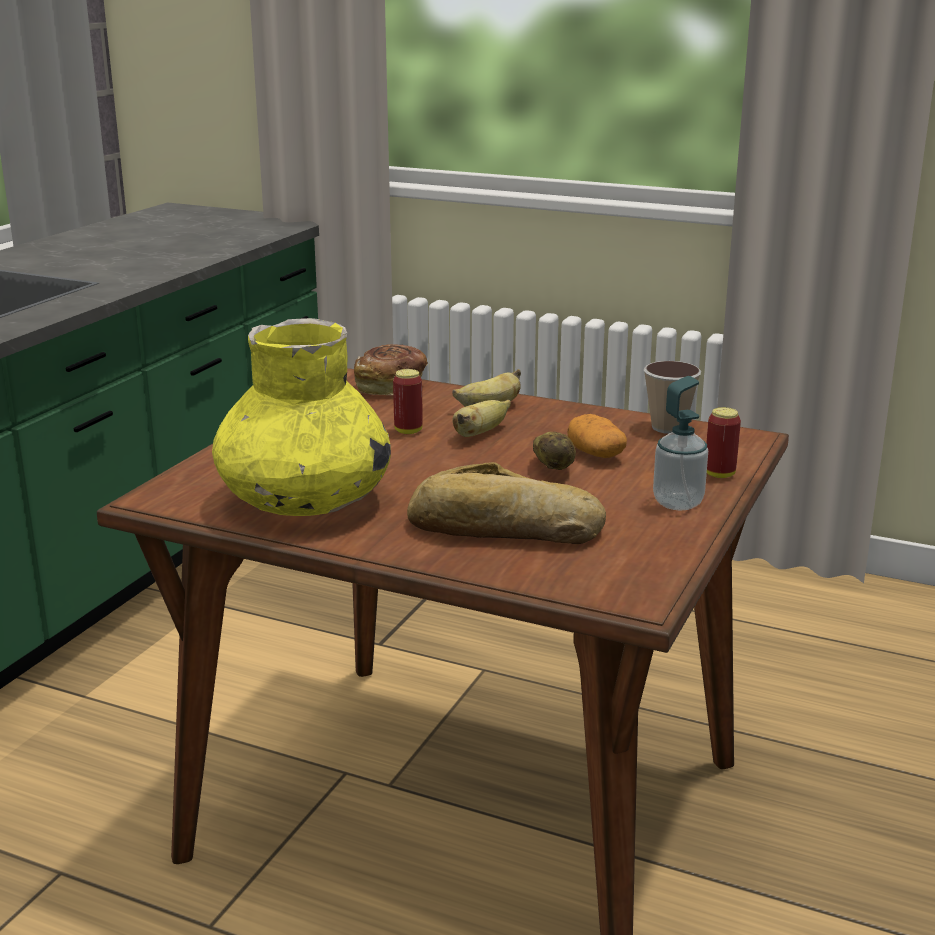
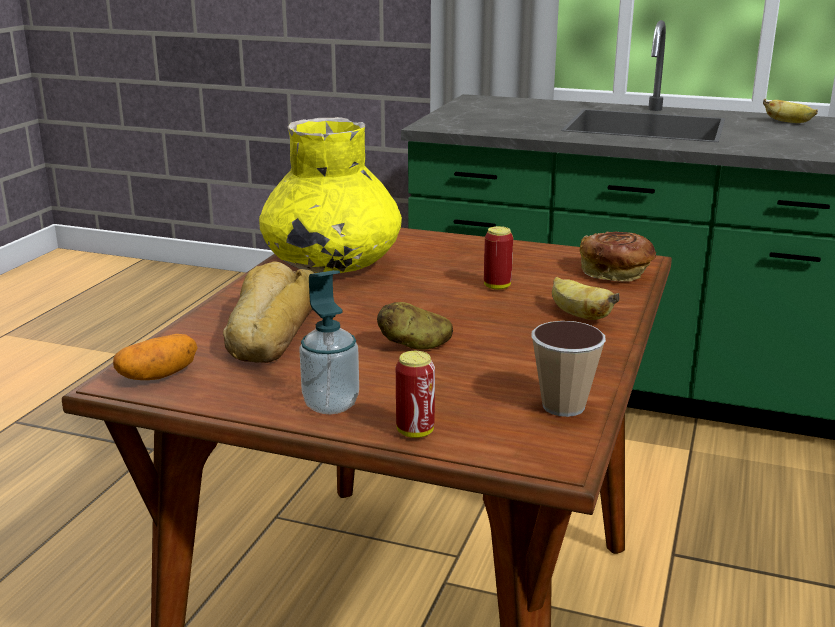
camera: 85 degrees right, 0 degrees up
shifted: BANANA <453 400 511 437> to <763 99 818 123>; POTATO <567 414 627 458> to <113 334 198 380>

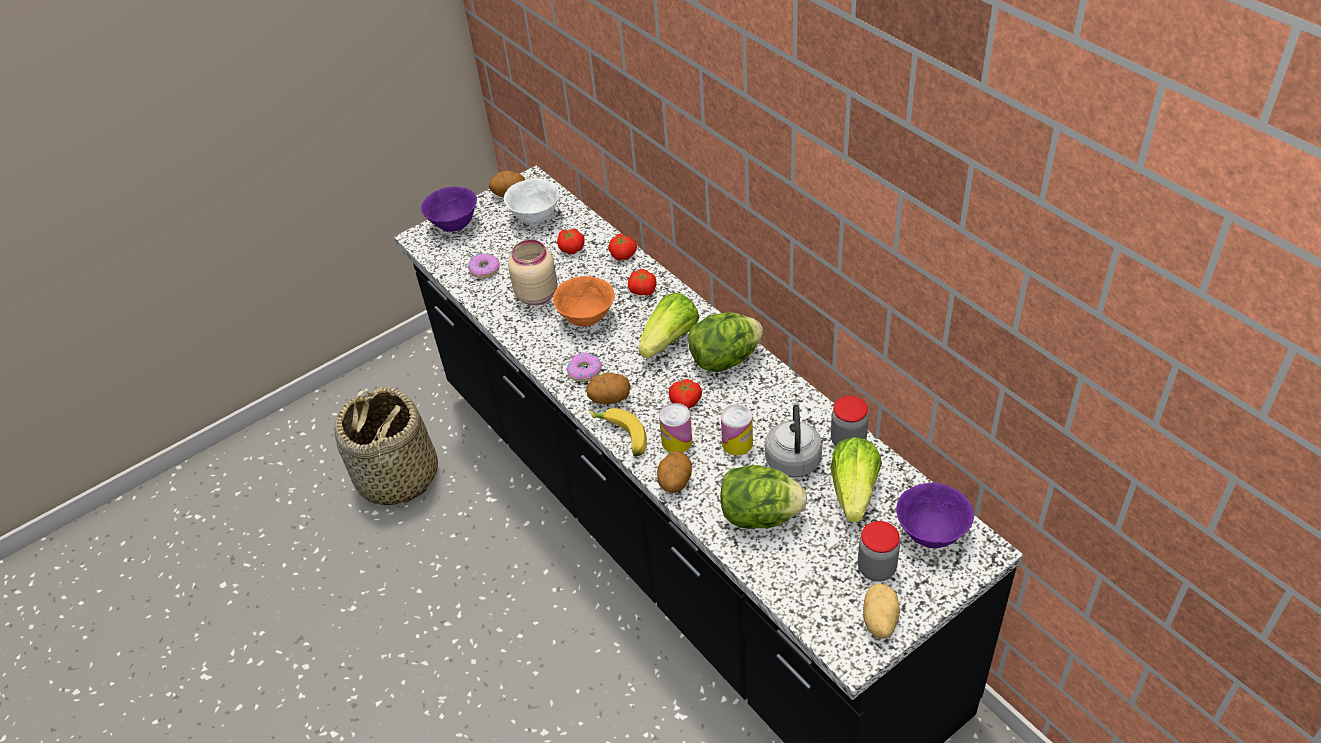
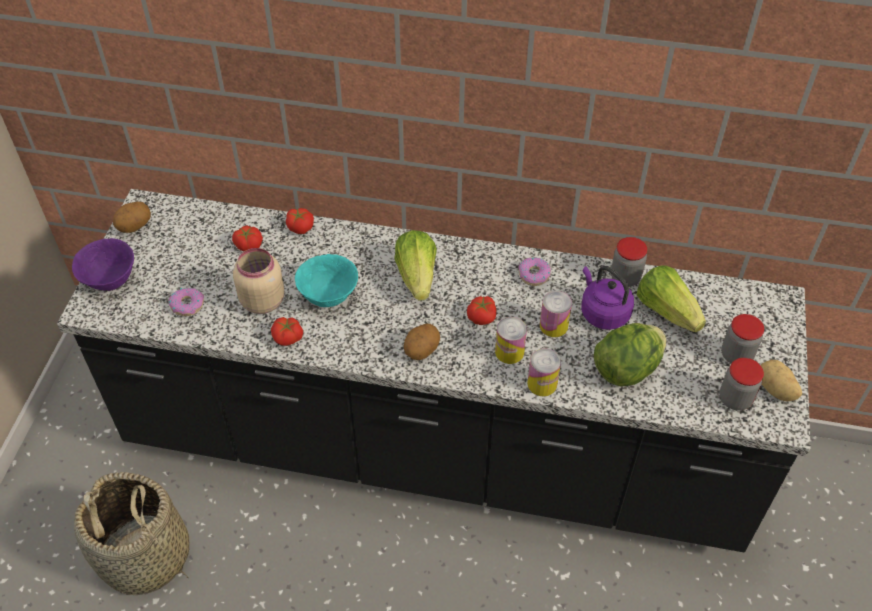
camera: 45 degrees left, 5 degrees up
gone: WHITE BOWL <504 179 559 224>; BANANA <589 408 647 457>; LETTUCE <688 312 763 372>; PURPLE BOWL <896 482 974 548>
new: JAR <720 358 764 411>
shifted: DONUT <567 353 602 382> to <518 257 551 286>; TOMATO <628 269 657 296> to <271 317 303 346>
swapped: POTATO <657 451 692 493> to CAN <527 348 561 396>
repainted: ORANGE BOWL <553 276 615 327> to TURQUOISE BOWL <295 254 358 307>; GREY KETTLE <765 402 822 478> to PURPLE KETTLE <581 266 634 330>

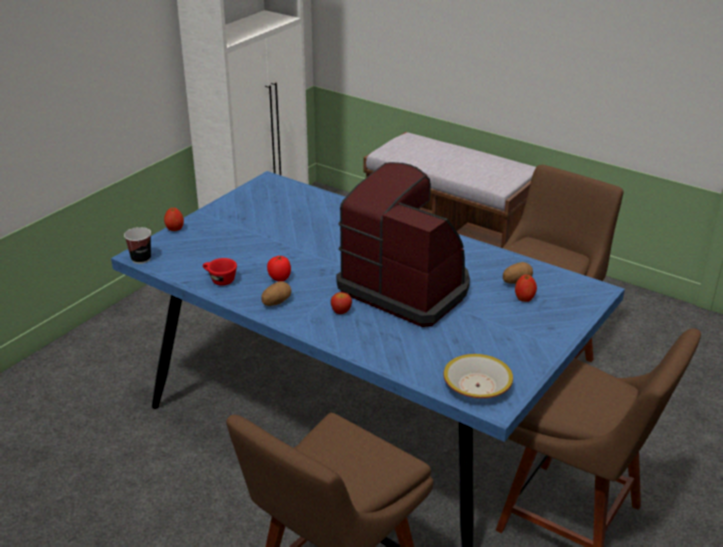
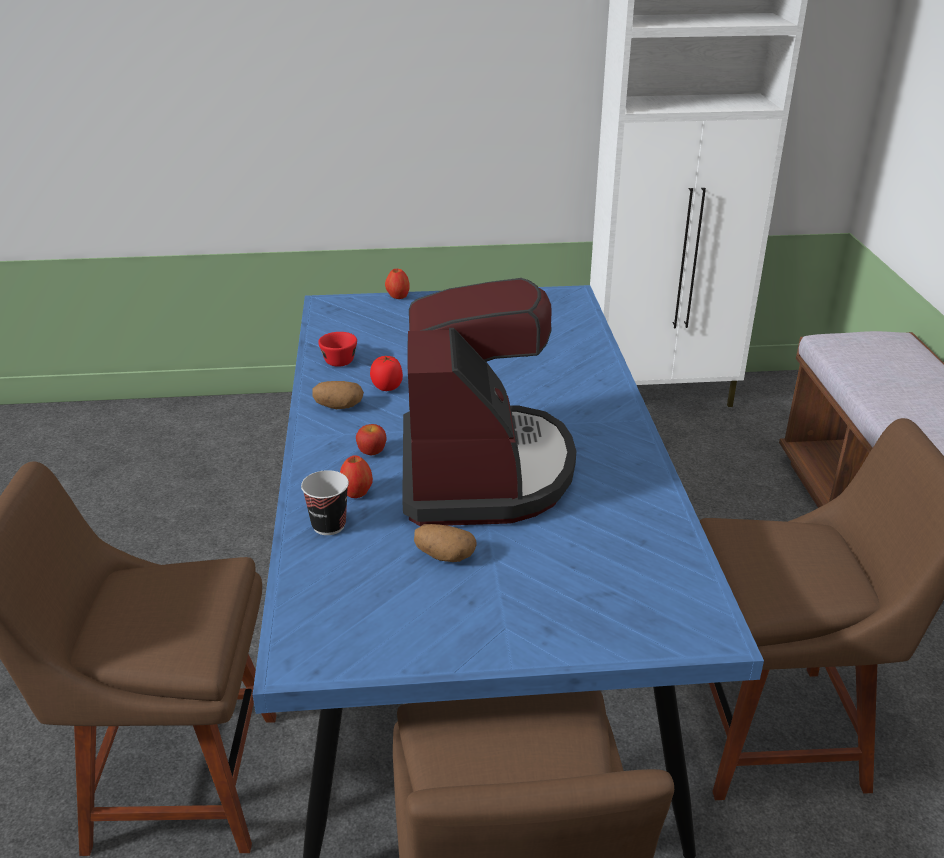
camera: 50 degrees right, 0 degrees up
gone: BOWL <443 354 513 398>
shifted: CUP <124 227 151 264> to <301 470 349 535>; POTATO <503 262 533 284> to <414 524 477 562>; APPLE <515 275 537 302> to <340 455 373 498>

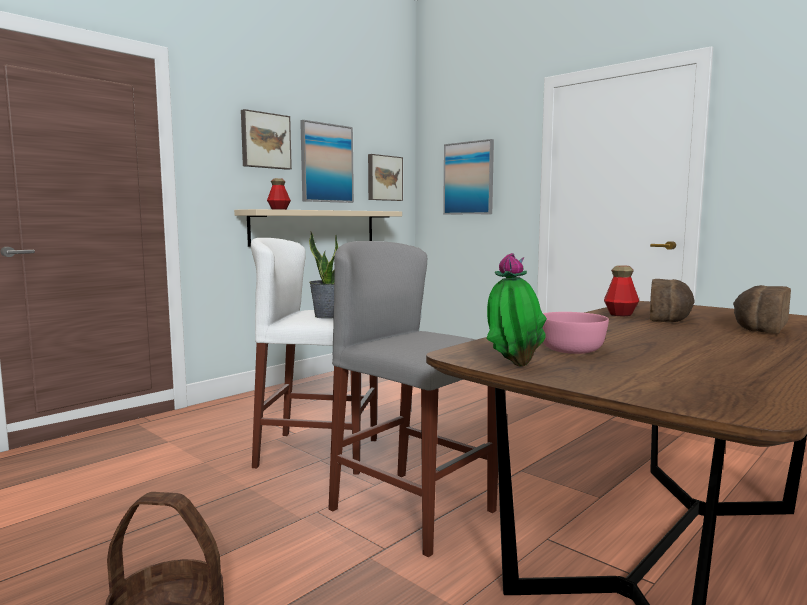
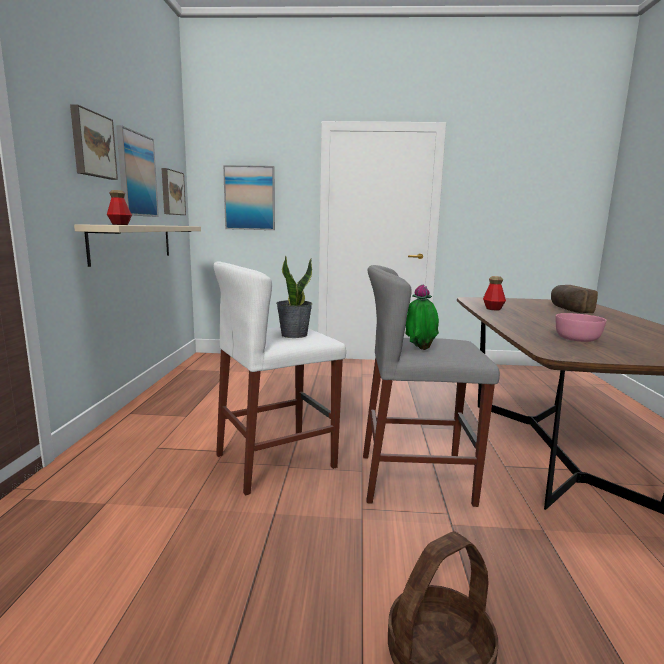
camera: 40 degrees left, 5 degrees up
gone: BREAD <650 279 695 322>
shifted: POTTED PLANT <487 253 547 367> to <406 284 439 350>

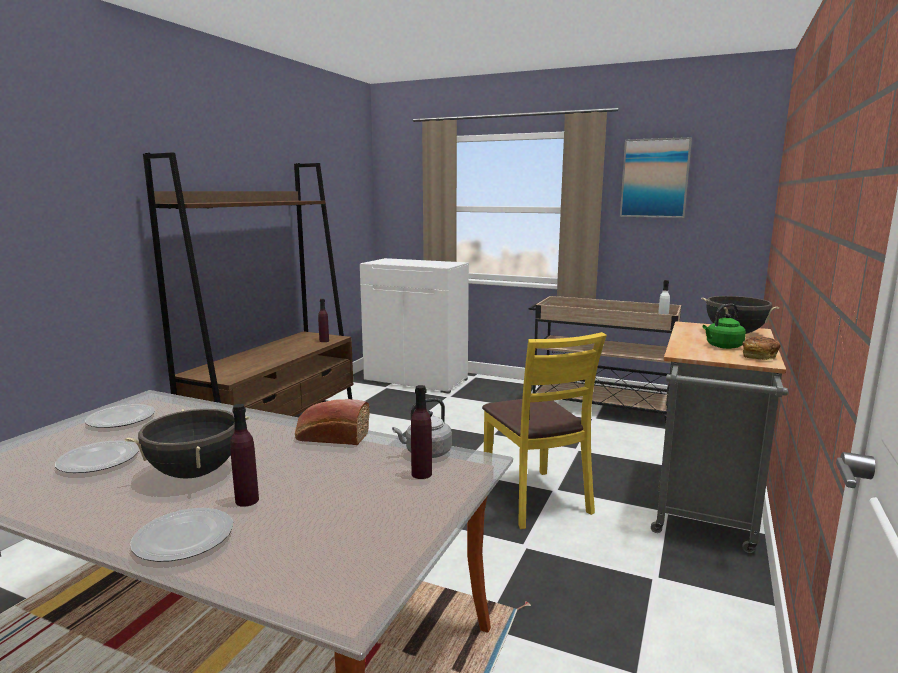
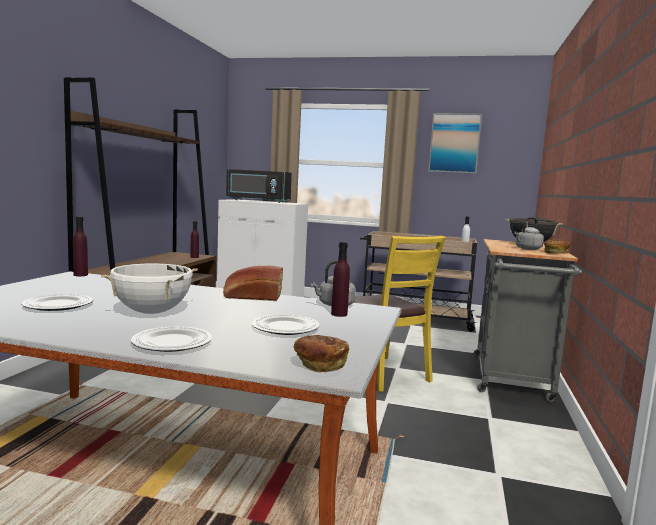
camera: 10 degrees left, 5 degrees down
new: BLACK MICROWAVE <226 169 292 203>; BREAD <293 335 349 372>
shifted: PLATE <85 404 155 428> to <252 314 320 335>; PURPLE BOTTLE <230 404 259 507> to <73 217 88 276>
repainted: BLACK COOKING POT <124 409 250 479> to WHITE COOKING POT <101 264 198 314>; GREEN KETTLE <703 304 746 349> to GREY KETTLE <514 217 544 250>

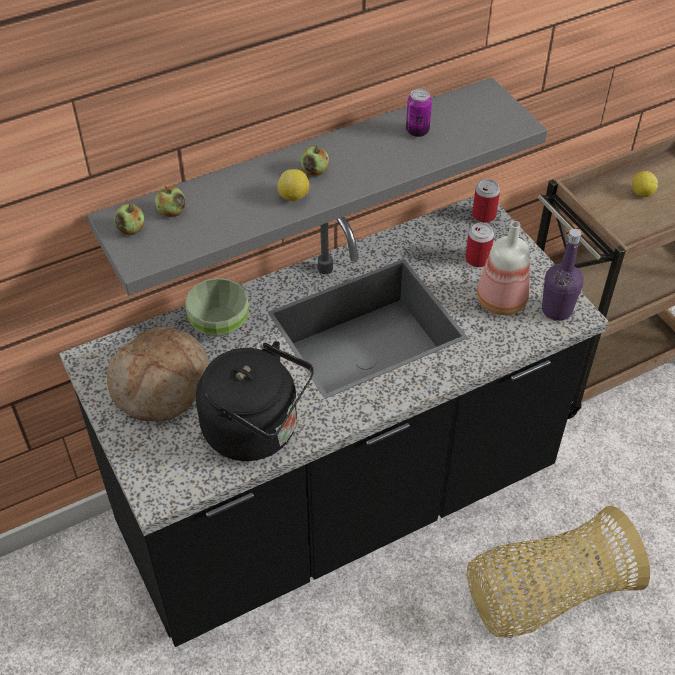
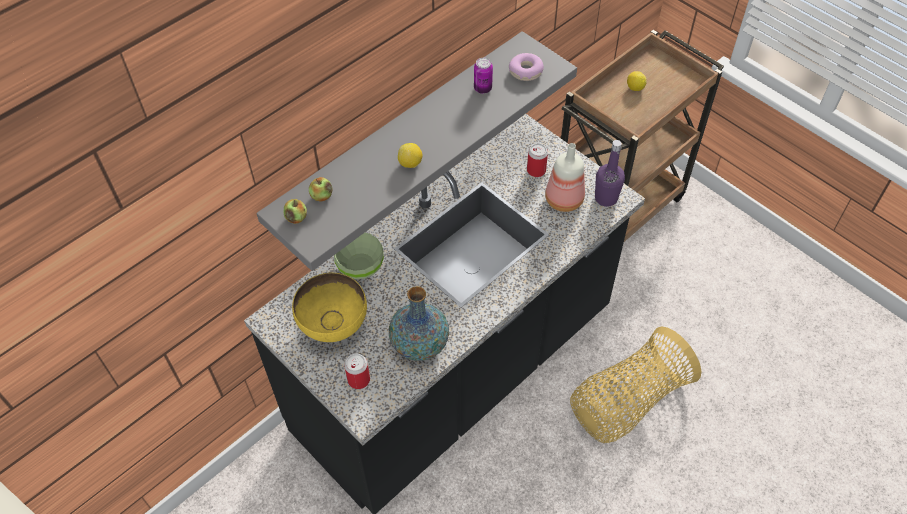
camera: 15 degrees left, 5 degrees up
gone: APPLE <301 145 329 176>
new: DONUT <509 53 544 81>
shifted: CAN <472 179 500 223> to <344 354 370 389>
swapped: BREAD <107 326 209 422> to YELLOW BOWL <292 272 367 342>; BLACK KETTLE <196 341 314 461> to VASE <389 286 449 361>

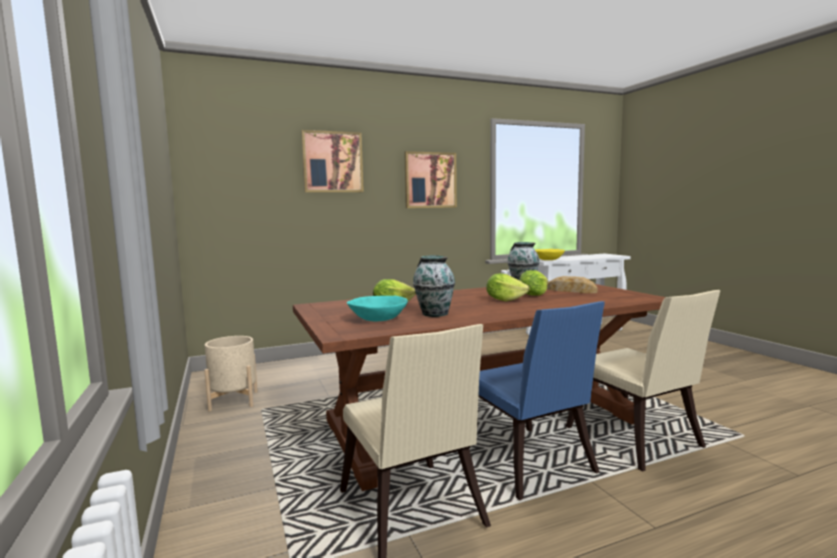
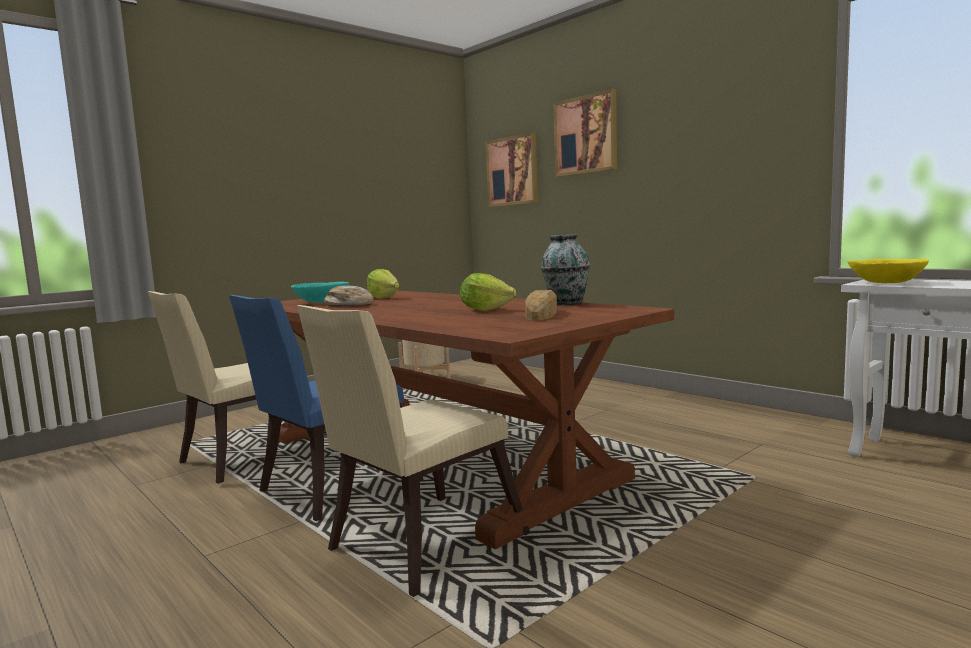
camera: 70 degrees right, 0 degrees up
gone: LETTUCE <486 273 530 301>
shifted: PICTURE <404 151 457 208> to <486 132 538 207>
swapped: VASE <413 255 455 317> to BREAD <324 286 374 307>

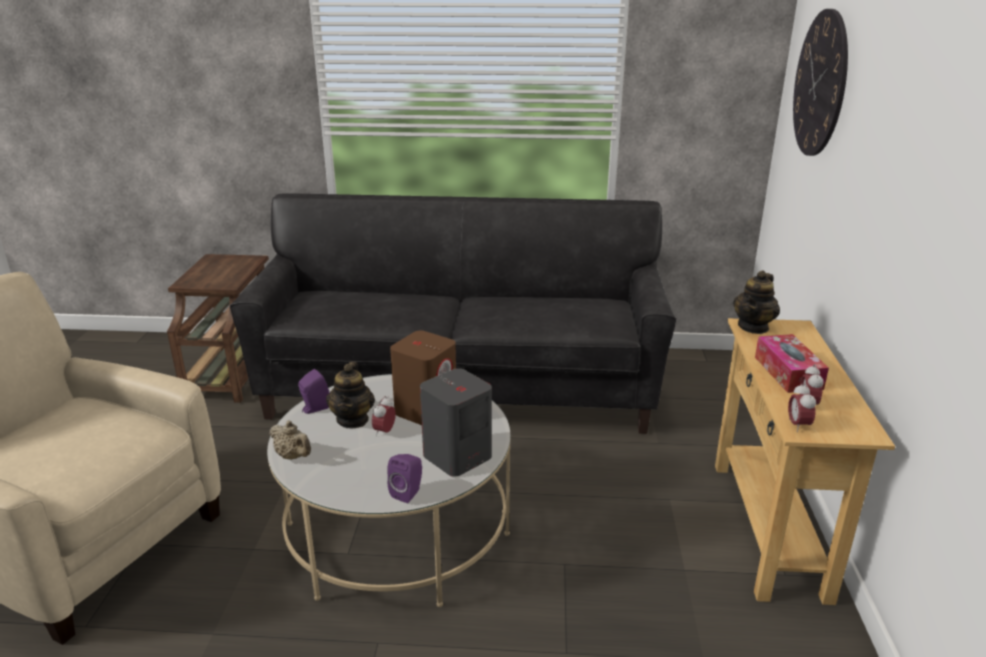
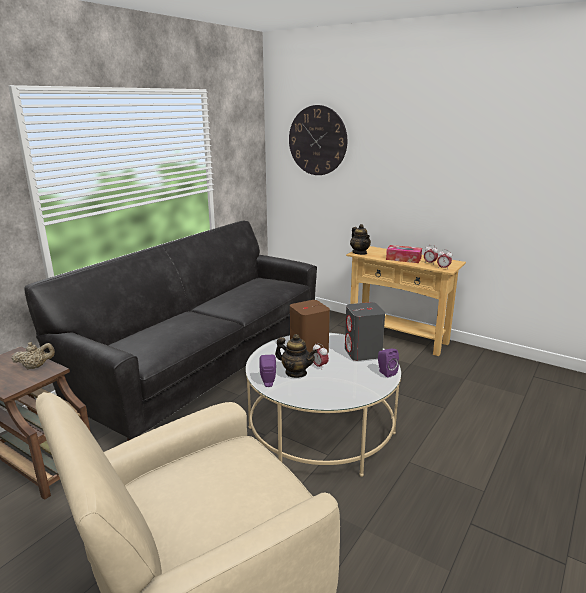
camera: 60 degrees left, 5 degrees down
shifted: BEIGE TEAPOT <269 420 311 460> to <11 342 55 369>

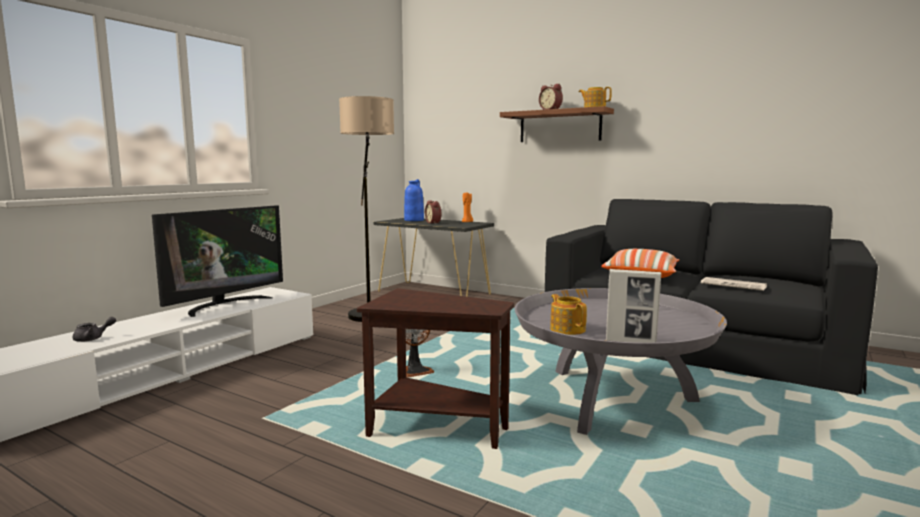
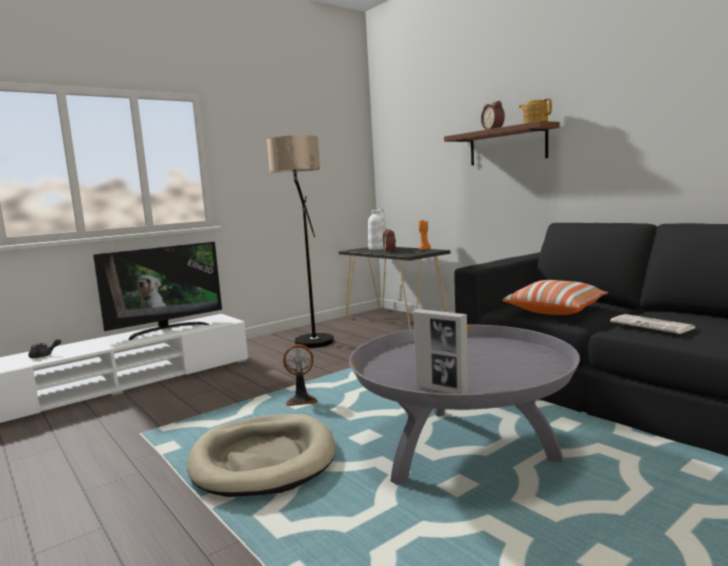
camera: 20 degrees right, 0 degrees up
gone: TEAPOT <550 294 587 335>
swapped: BROWN SIDE TABLE <357 288 514 449> to BEIGE DOG BED <187 414 335 497>
repainted: BLUE VASE <404 179 424 221> to WHITE VASE <368 208 386 250>

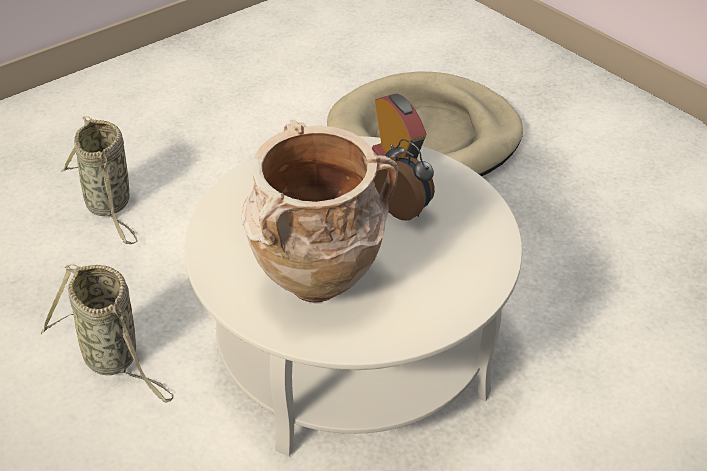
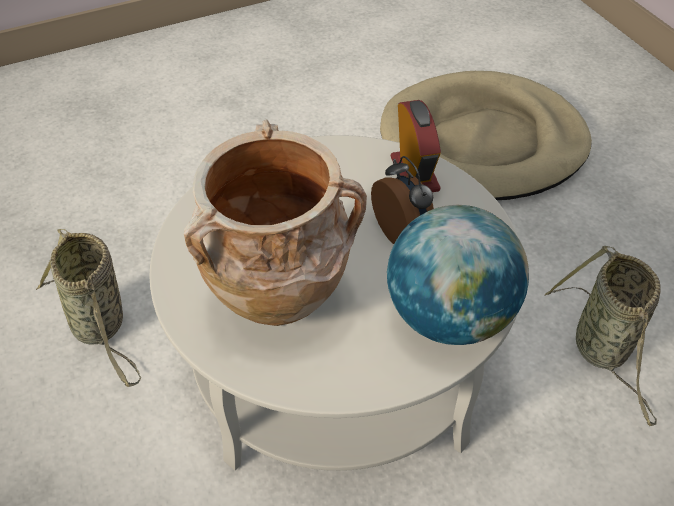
camera: 15 degrees right, 5 degrees up
new: GLOBE <387 205 529 345>
shifted: BASKET <61 116 137 244> to <544 246 661 426>

